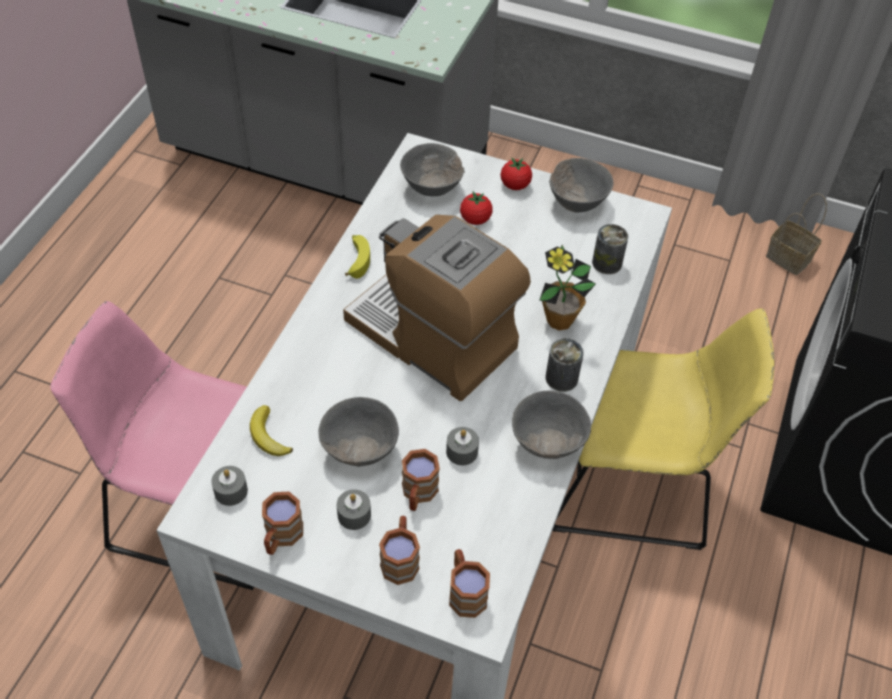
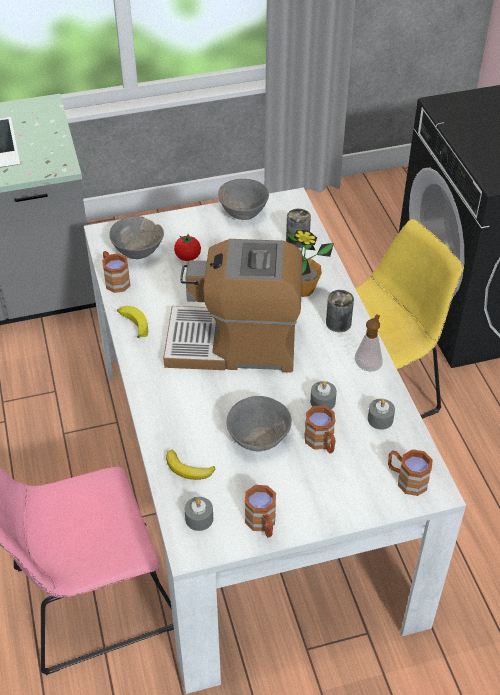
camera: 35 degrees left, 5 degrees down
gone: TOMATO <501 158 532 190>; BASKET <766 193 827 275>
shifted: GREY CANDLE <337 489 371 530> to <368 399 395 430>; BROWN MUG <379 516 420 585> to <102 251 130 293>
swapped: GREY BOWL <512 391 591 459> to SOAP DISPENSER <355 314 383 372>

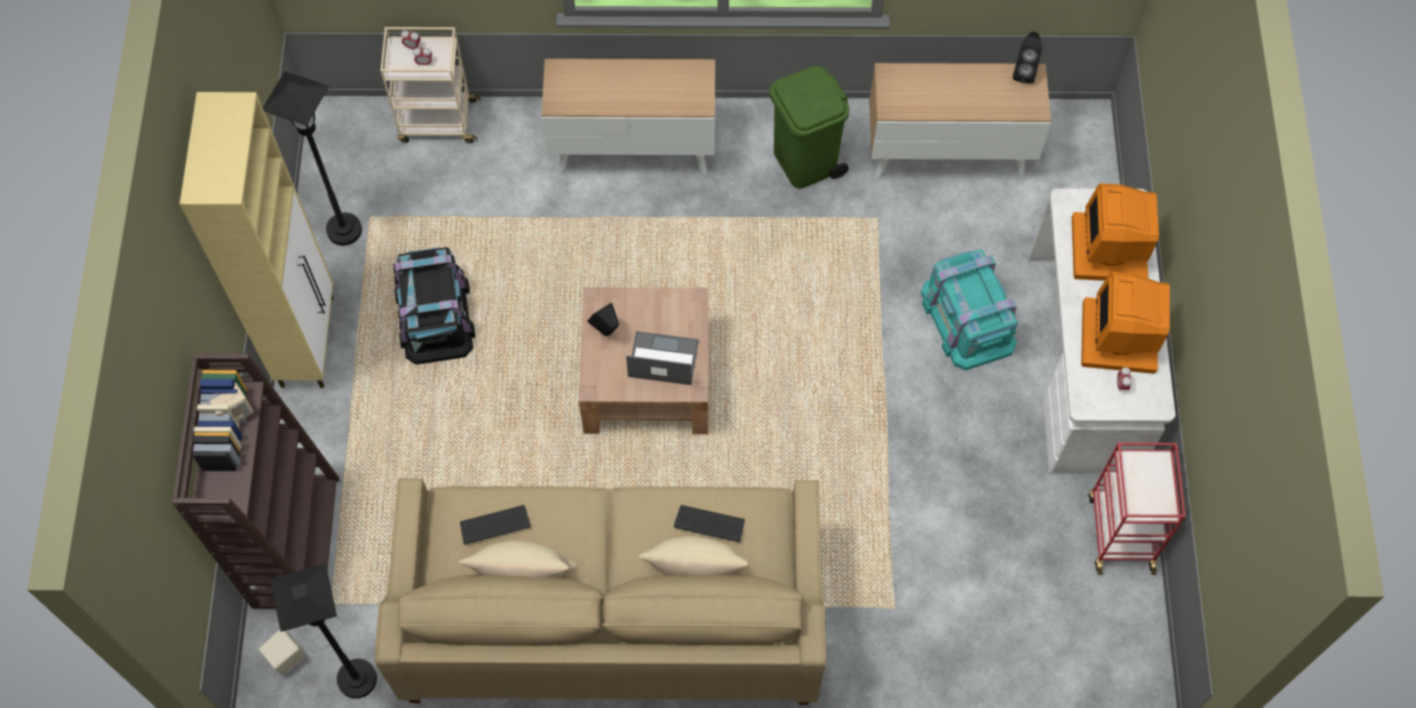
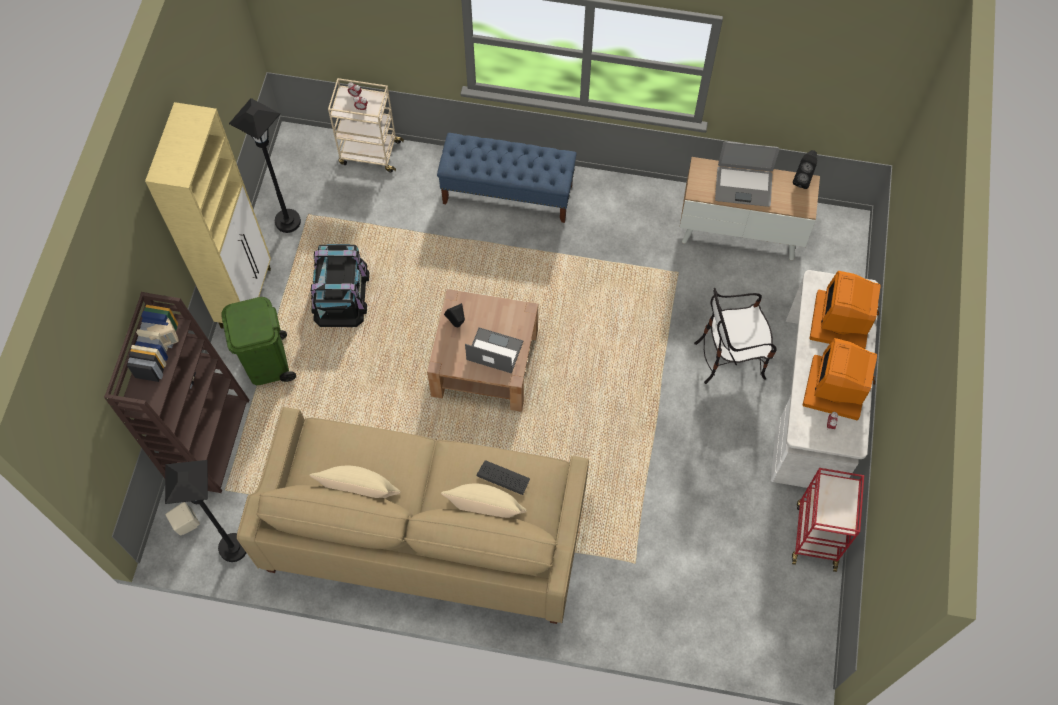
camera: 10 degrees right, 0 degrees up
gone: KEYBOARD <460 505 531 545>
new: LAPTOP <715 141 779 207>
shifted: GREEN TRASH CAN <769 66 850 189> to <221 297 296 385>
swapped: CABINET <542 59 715 175> to BLUE BENCH <437 133 577 223>; TURQUOISE STORAGE BOX <921 249 1018 370> to CHAIR <694 288 777 384>

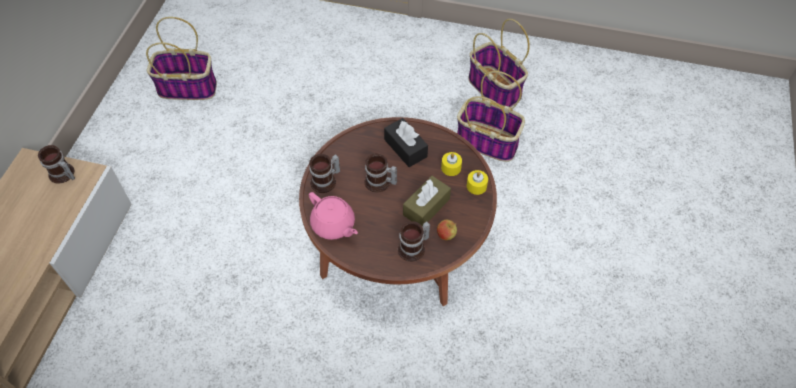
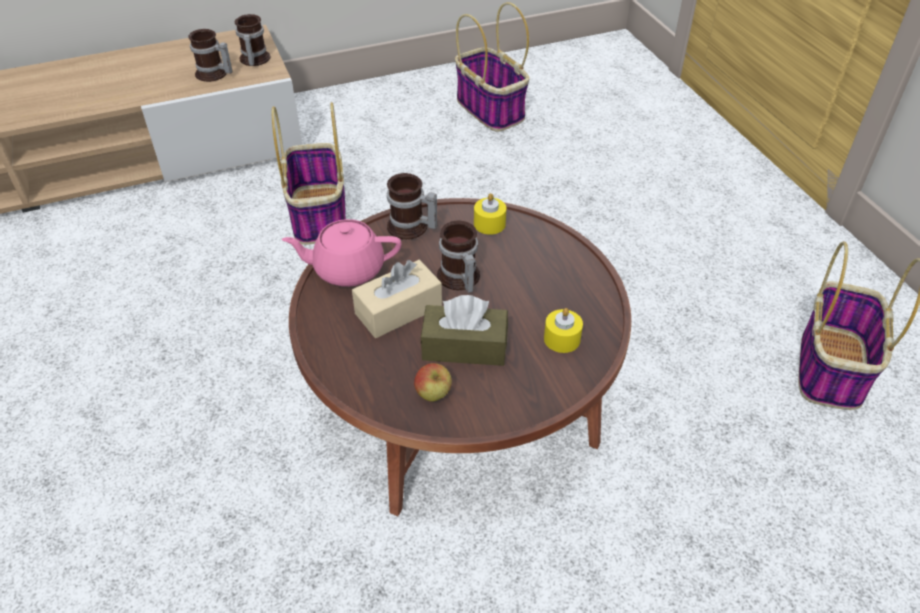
camera: 55 degrees right, 10 degrees down
gone: BLACK TISSUE BOX <384 118 428 167>
new: BEIGE TISSUE BOX <352 260 442 338>
shifted: MUG <398 221 430 262> to <188 29 233 82>; BASKET <457 71 525 162> to <272 102 346 245>; YELLOW CANDLE <467 170 488 195> to <474 193 506 235>
rotated: PINK TEAPOT <309 192 358 240> = <282 219 402 287> 75 degrees clockwise

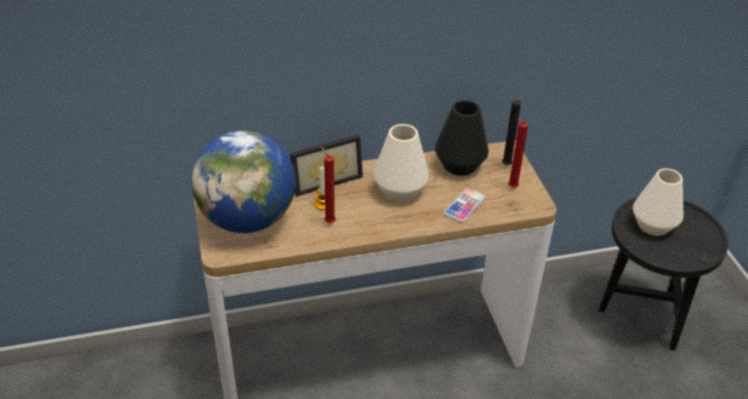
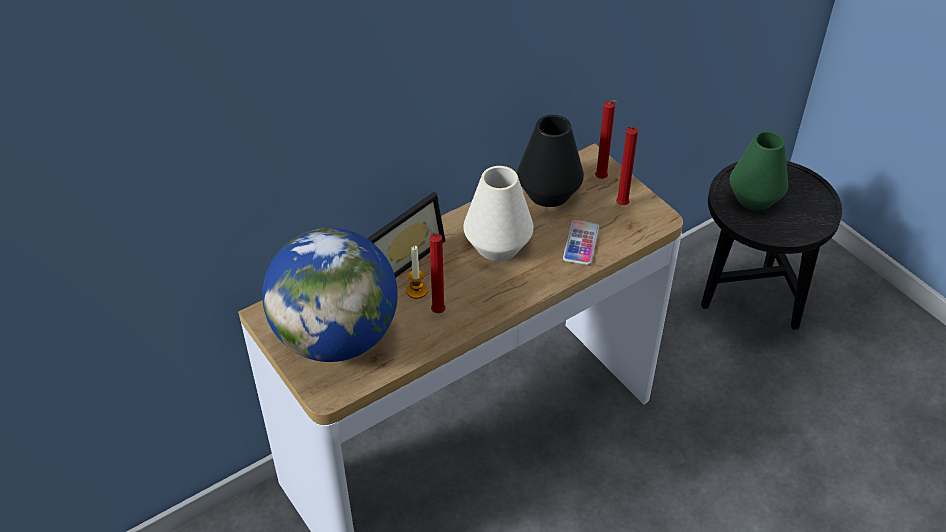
camera: 20 degrees left, 5 degrees up
repainted: BLACK CANDLE <502 99 521 165> to RED CANDLE <595 100 617 179>; WHITE VASE <633 168 683 236> to GREEN VASE <730 131 788 210>

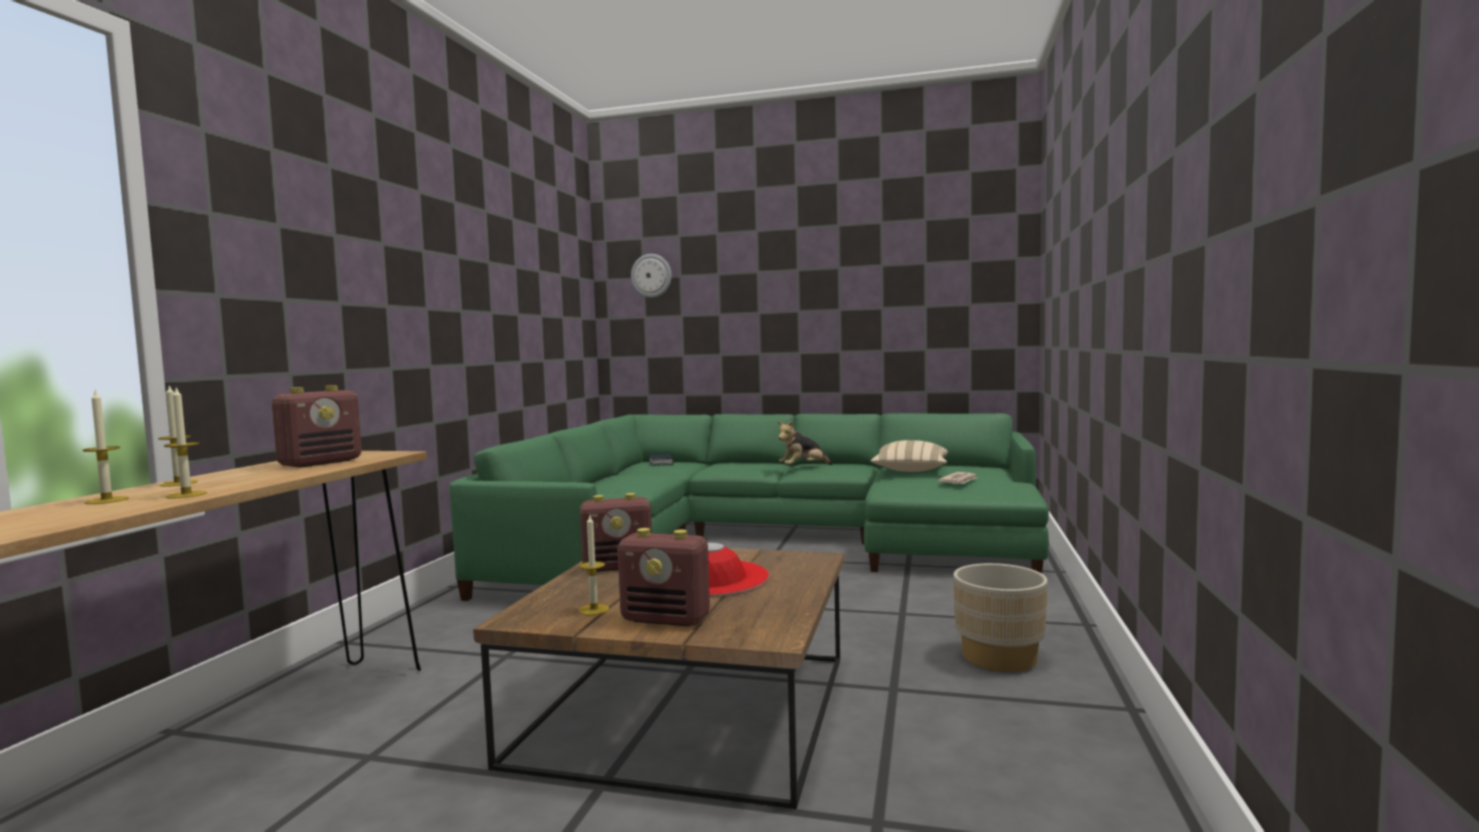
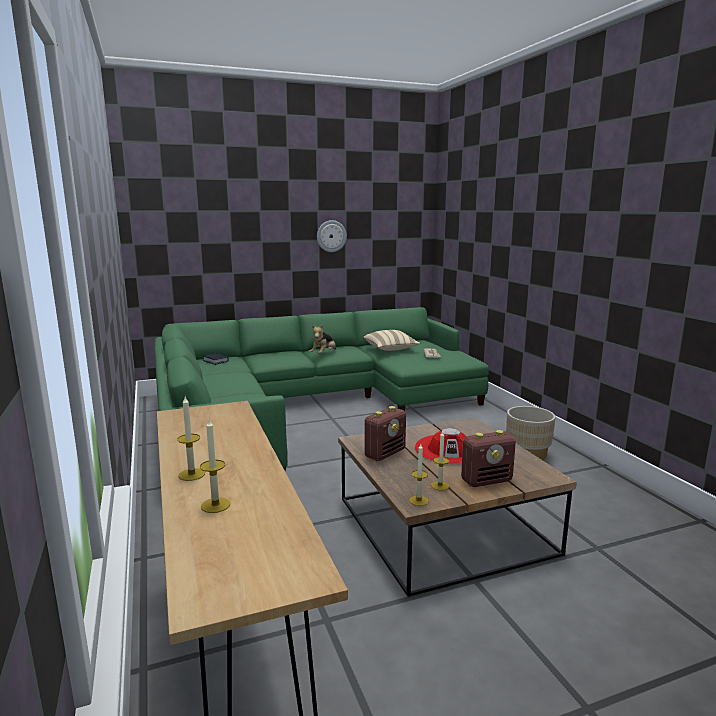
camera: 35 degrees left, 10 degrees up
gone: RADIO <272 385 362 468>
shifted: CANDLE <164 387 207 499> to <409 444 429 506>; WALL CLOCK <631 254 672 298> to <317 220 347 252>

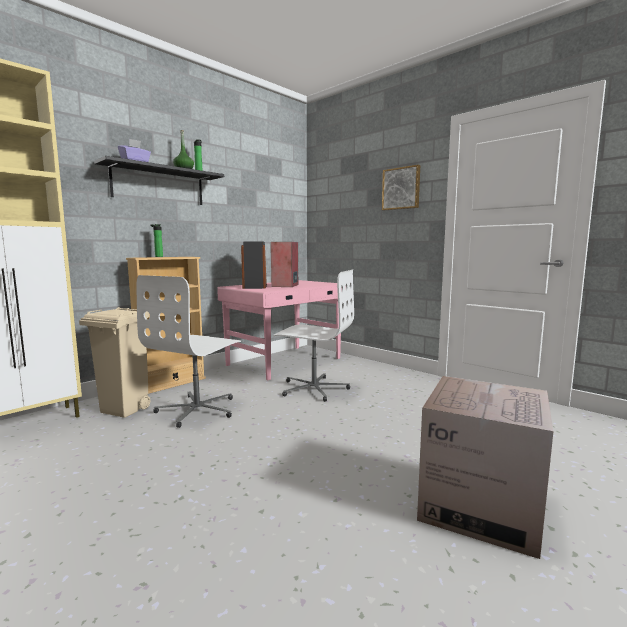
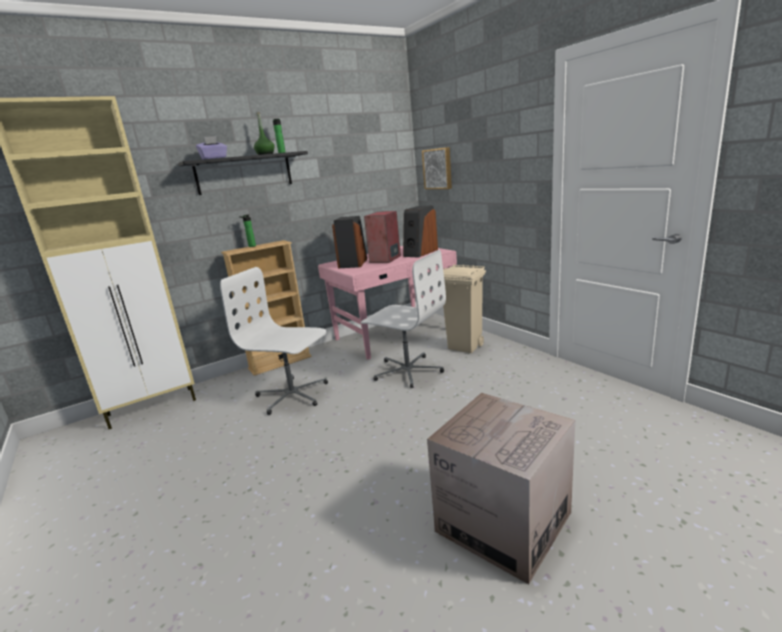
camera: 15 degrees right, 10 degrees up
new: SPEAKER <403 206 438 258>
shifted: BEIGE TRASH CAN <79 307 151 418> to <443 264 486 353>; PICTURE <382 165 420 210> to <422 147 452 189>
rotated: WHITE OFFICE CHAIR <136 275 241 428> = <220 267 328 415> 75 degrees clockwise

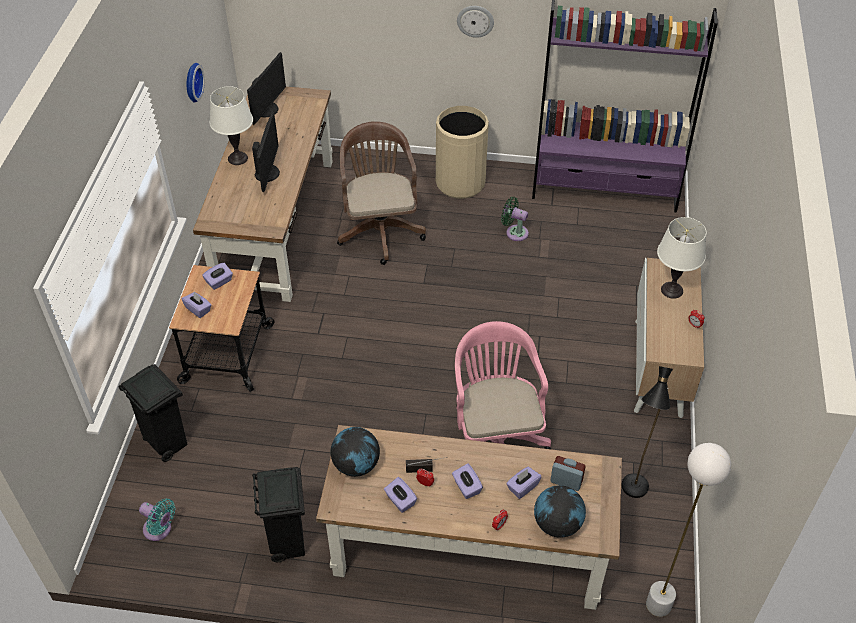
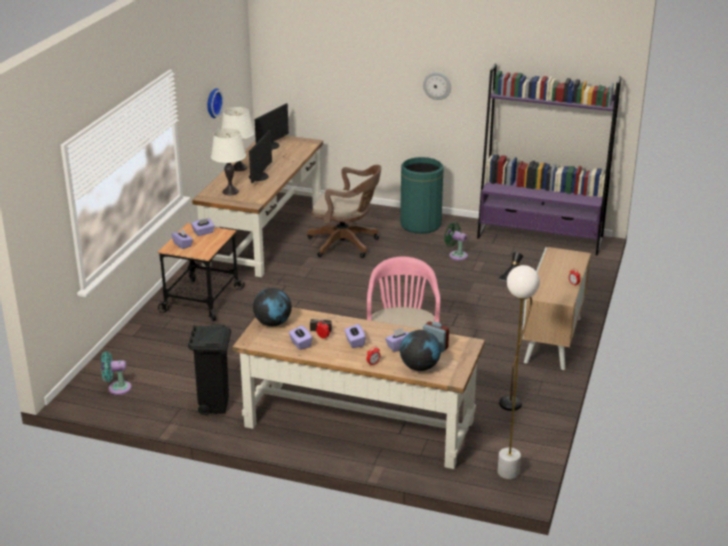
camera: 10 degrees right, 20 degrees down
gone: BLACK TRASH CAN <118 364 187 462>
shifted: WHITE TABLE LAMP <657 217 707 299> to <211 128 246 195>
repainted: BEIGE TRASH CAN <436 106 489 199> to GREEN TRASH CAN <400 157 444 234>
rotated: TURQUOISE FAN <139 498 175 541> = <101 351 132 395> 135 degrees clockwise; BROWN OFFICE CHAIR <337 121 426 265> = <307 165 382 258> 105 degrees clockwise

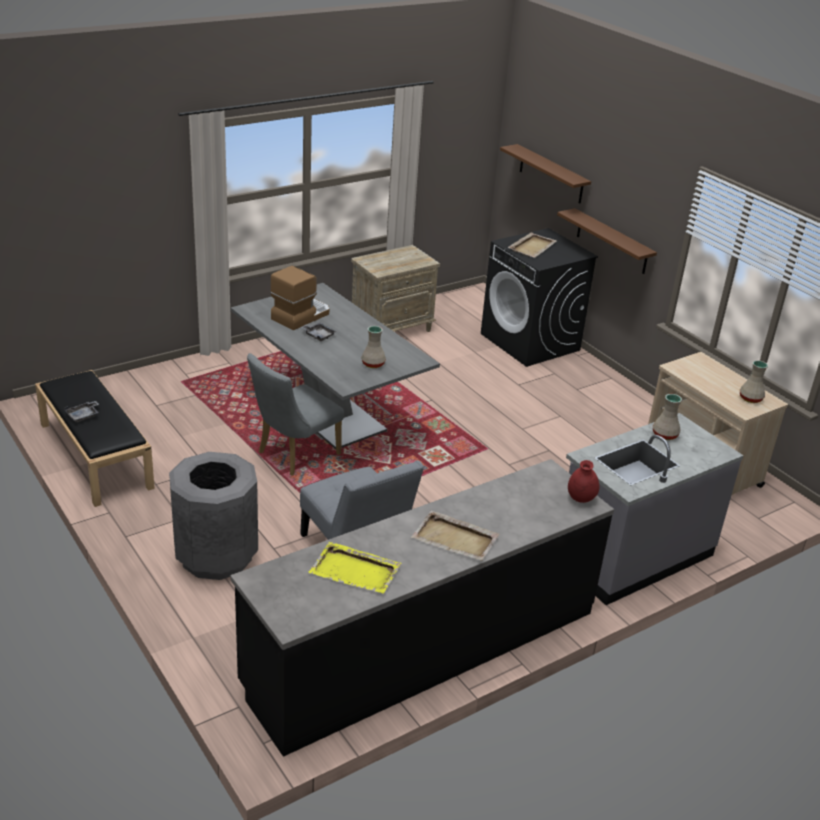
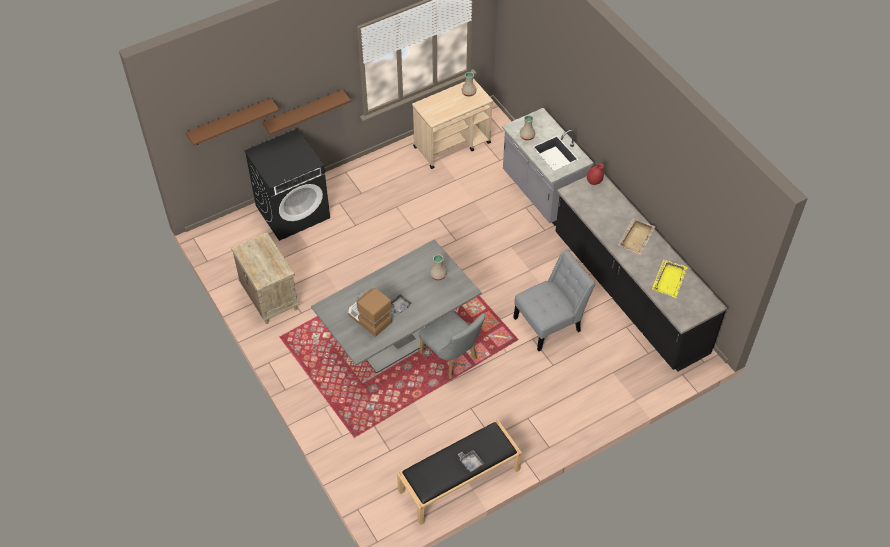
camera: 85 degrees left, 20 degrees up
gone: GREY TRASH CAN <169 452 258 580>; BEIGE TRAY <508 232 557 258>

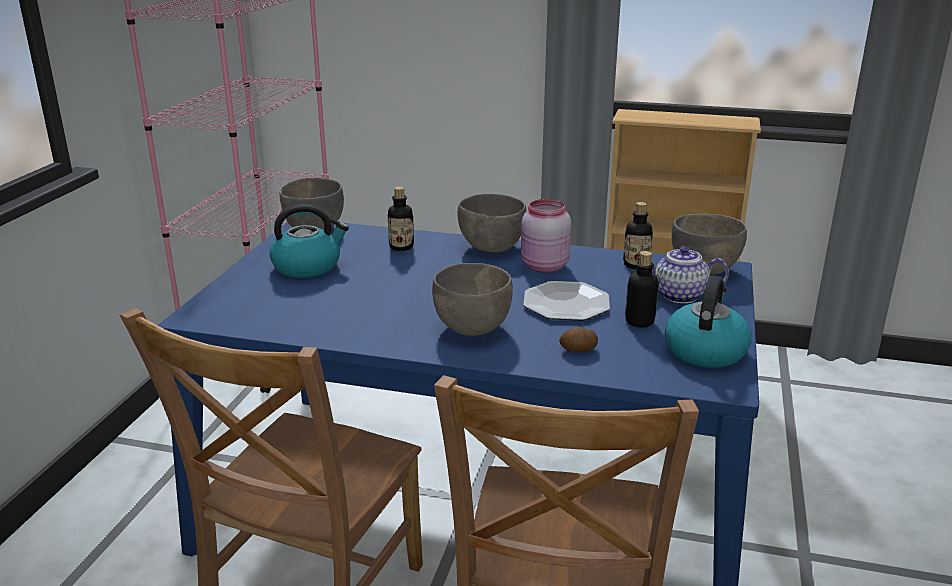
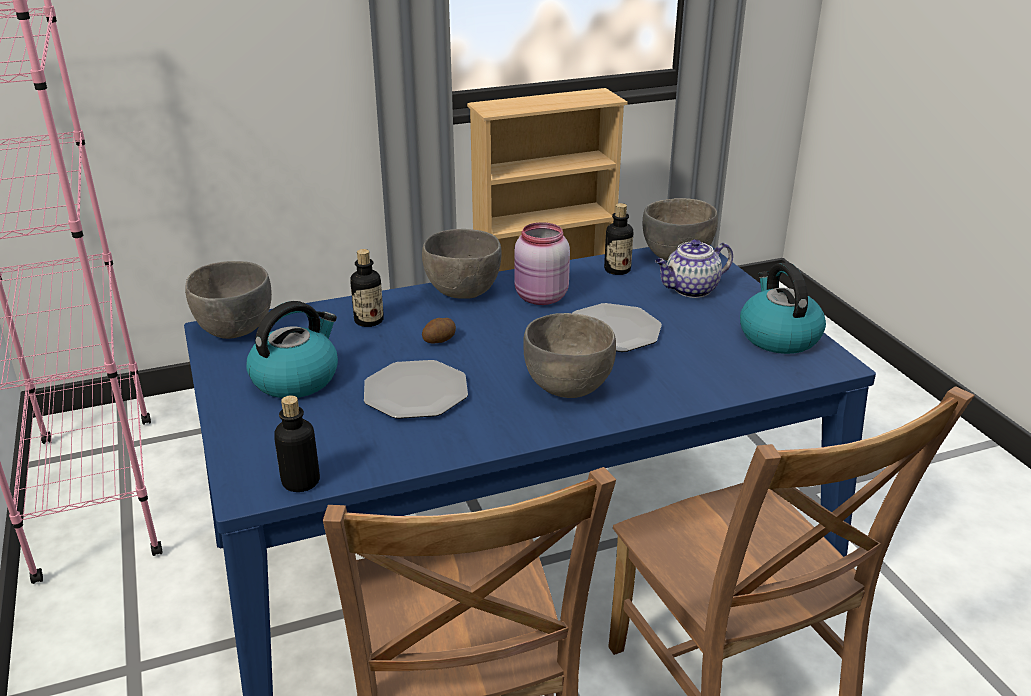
camera: 35 degrees left, 5 degrees up
new: PLATE <364 360 468 419>
shifted: POTATO <559 327 598 352> to <422 318 456 344>; BOTTLE <625 251 659 328> to <274 395 320 492>

